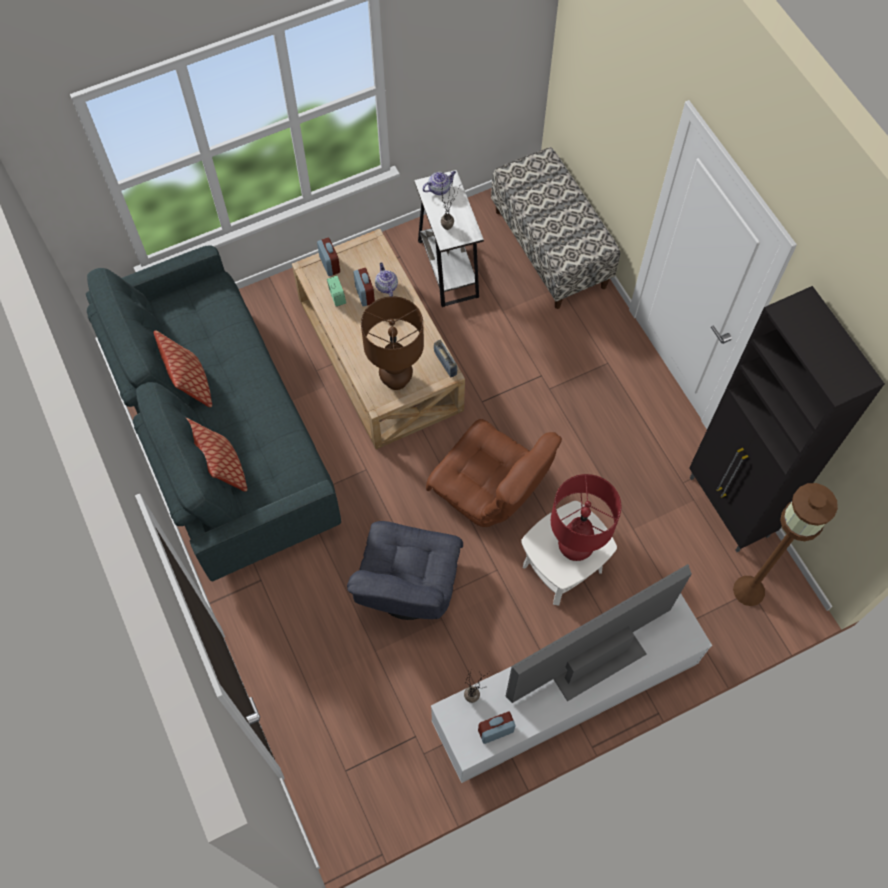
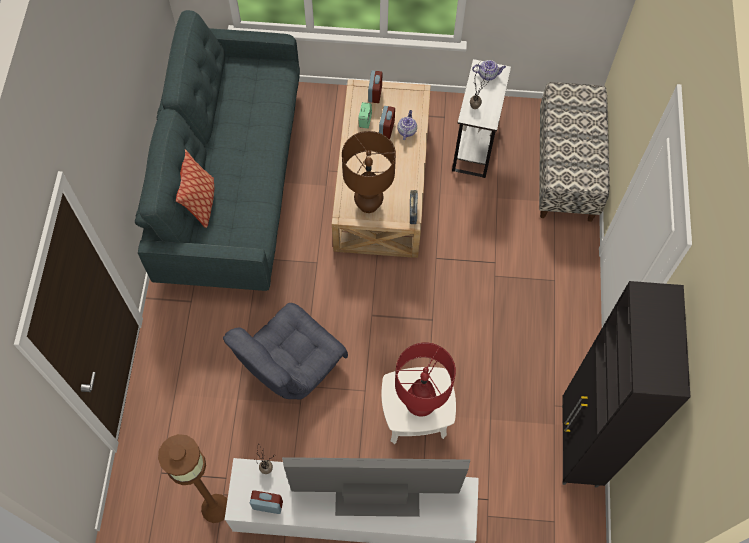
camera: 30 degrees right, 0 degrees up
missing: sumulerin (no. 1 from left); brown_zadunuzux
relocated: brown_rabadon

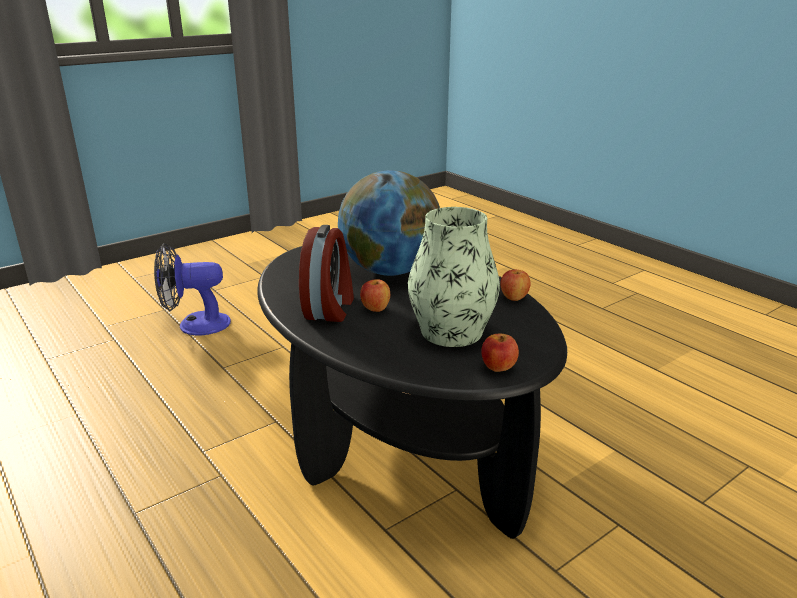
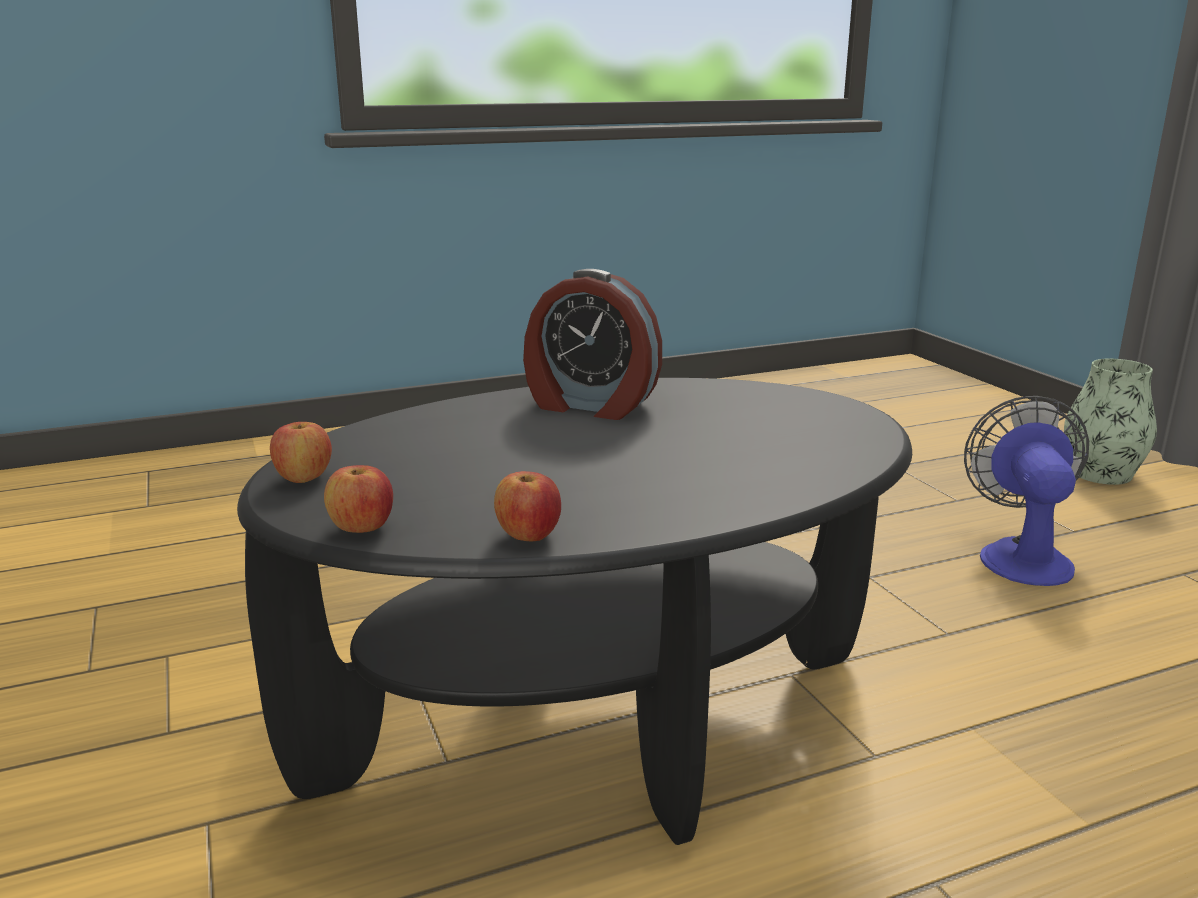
camera: 105 degrees right, 5 degrees down
missing: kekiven
relocated: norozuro; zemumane (no. 1 from left in the first image) to zemumane (no. 2 from left)

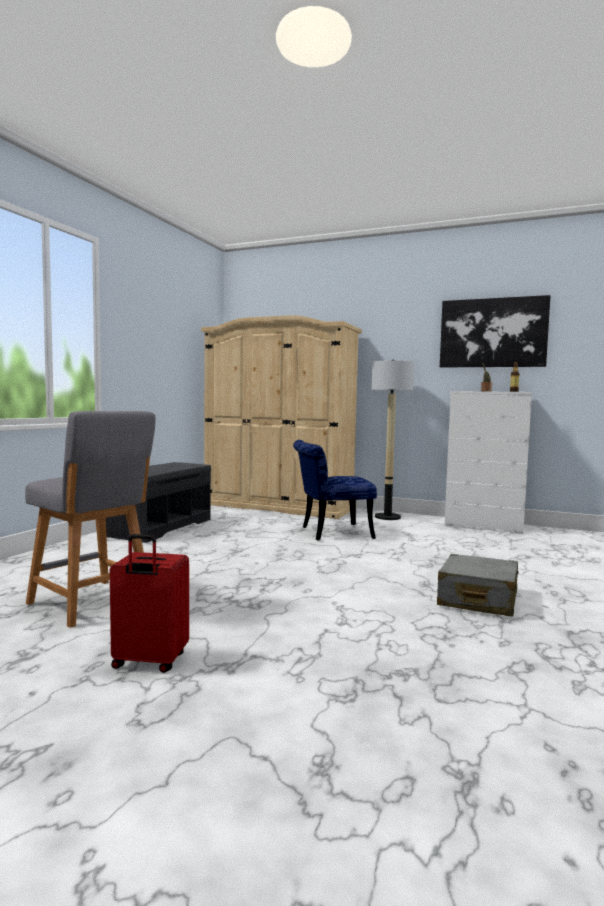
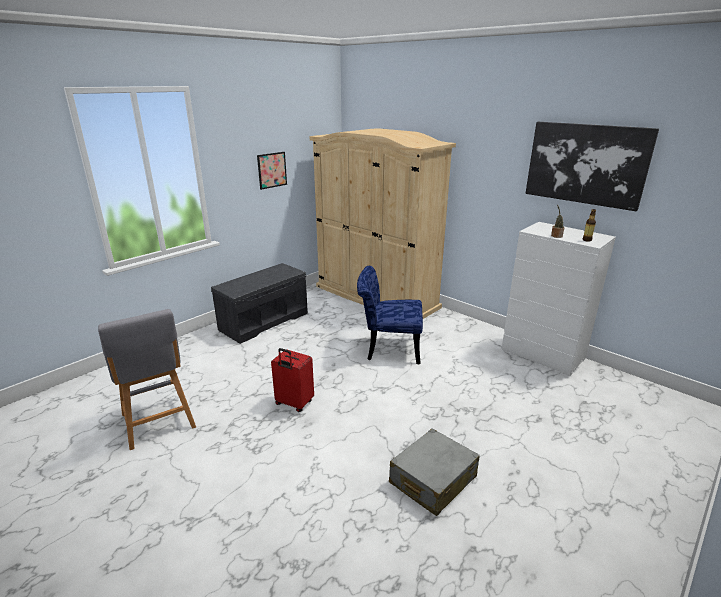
camera: 20 degrees right, 20 degrees up
missing: rabadon
appeared: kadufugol (no. 1 from left)
relocated: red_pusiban

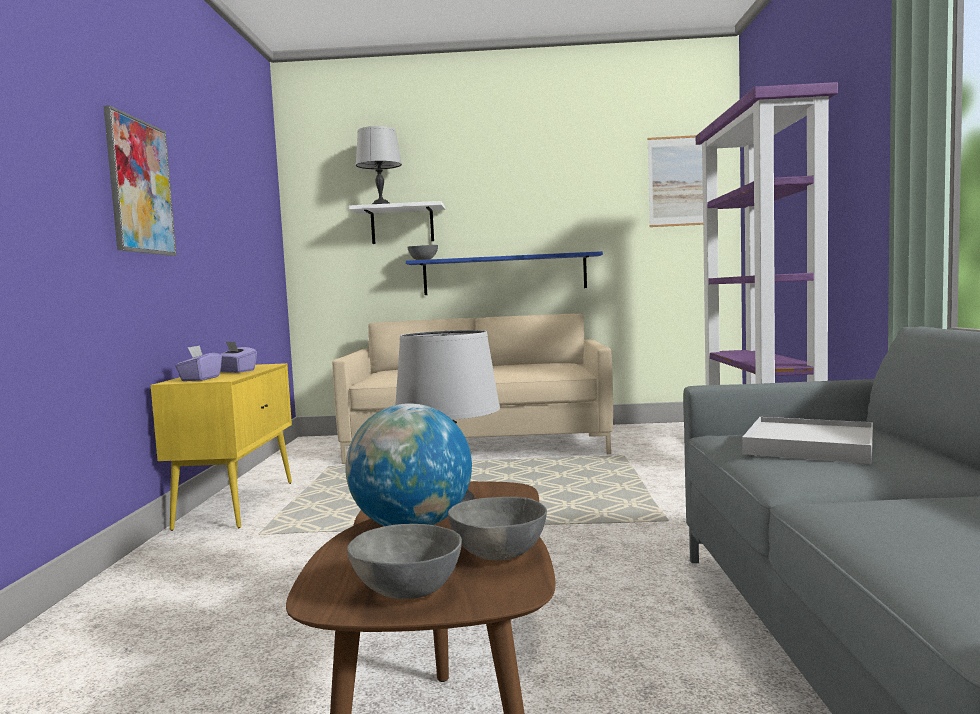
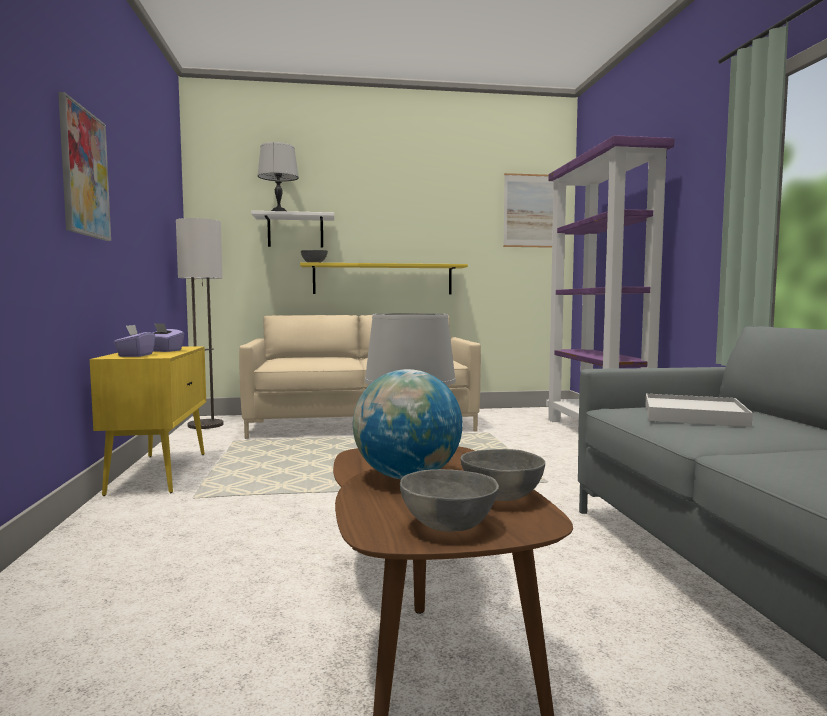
camera: 10 degrees left, 0 degrees up
appeared: rabadon
colour: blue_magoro to yellow_magoro

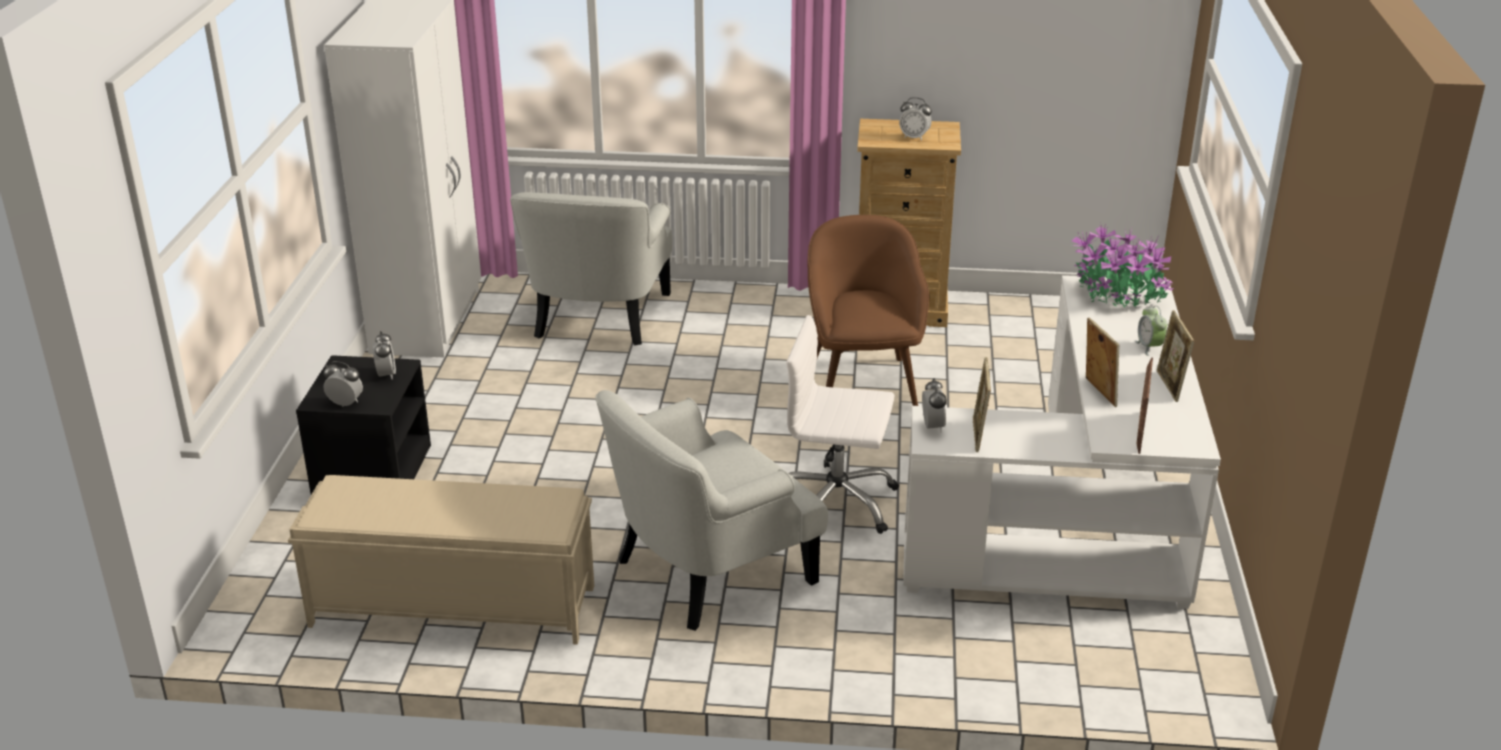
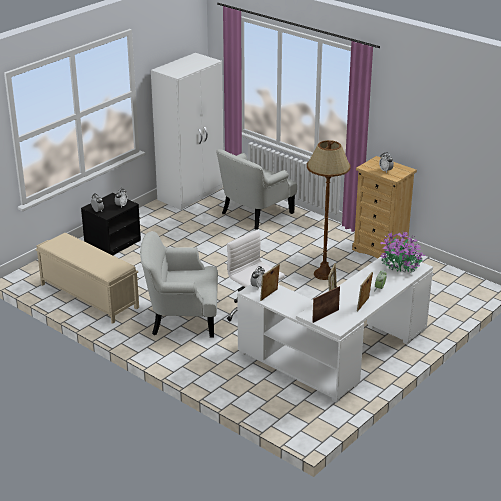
camera: 35 degrees right, 0 degrees up
exchanged: brown_zadunuzux to brown_rabadon

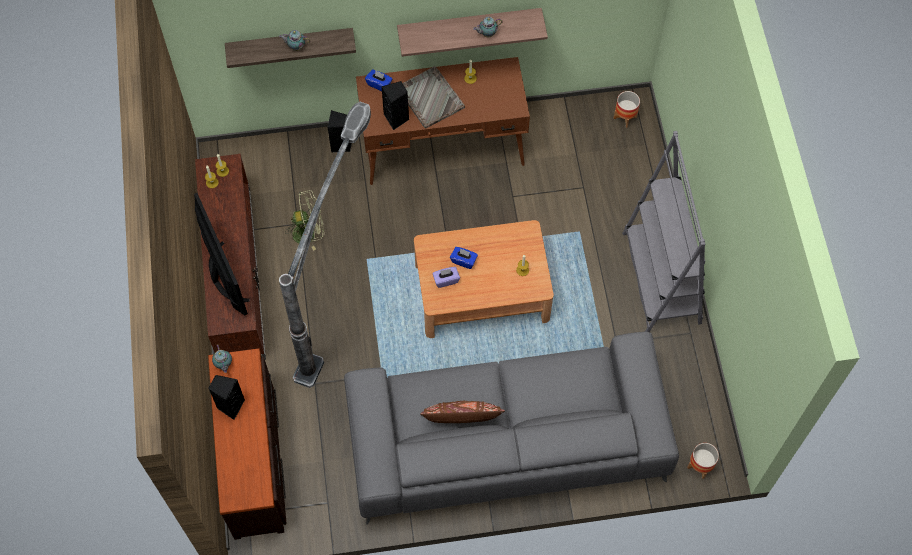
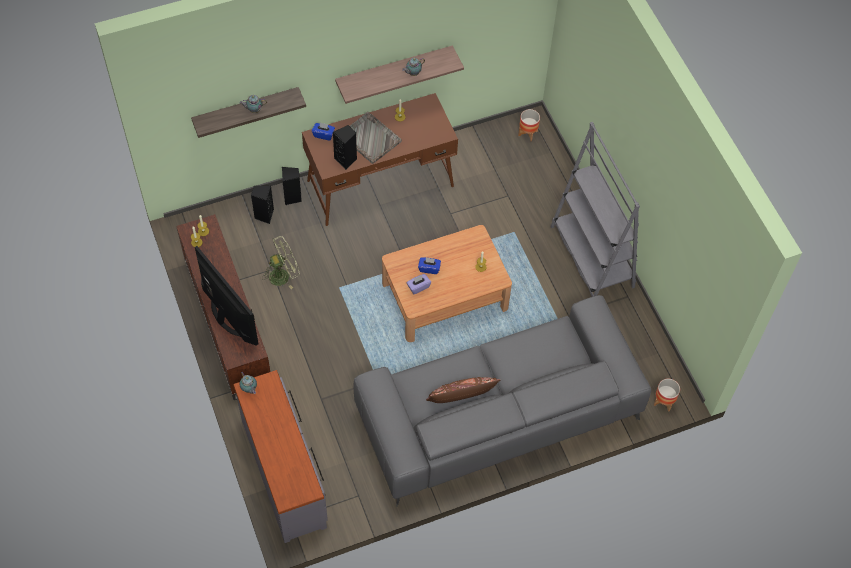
camera: 15 degrees left, 5 degrees down
missing: rabadon
relocated: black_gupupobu (no. 1 from left)
colour: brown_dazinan to grey_dazinan

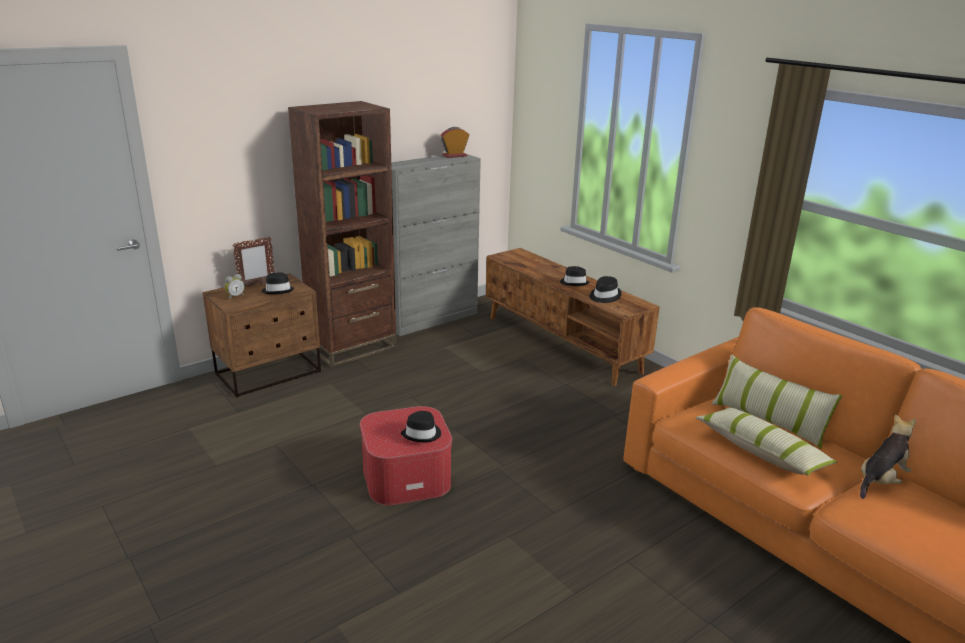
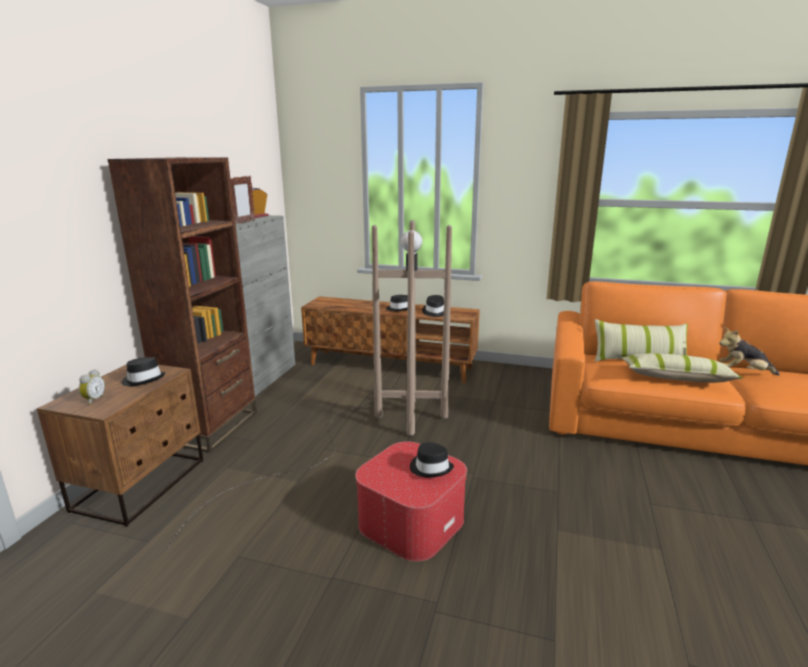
camera: 35 degrees left, 5 degrees down
appeared: brown_rabadon
relocated: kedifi
spun: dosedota 90 degrees counterclockwise

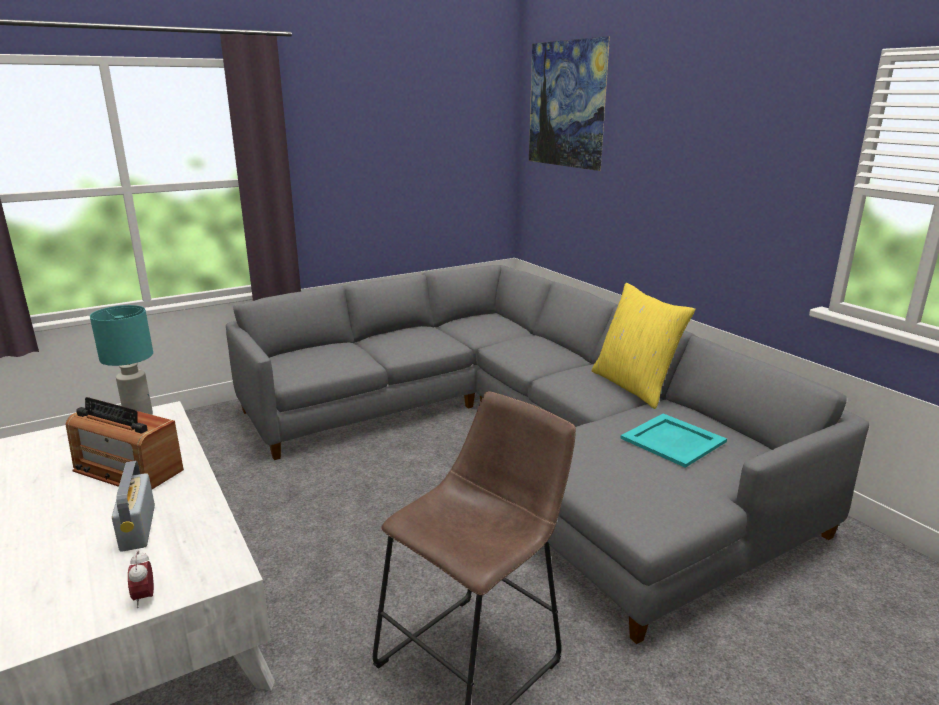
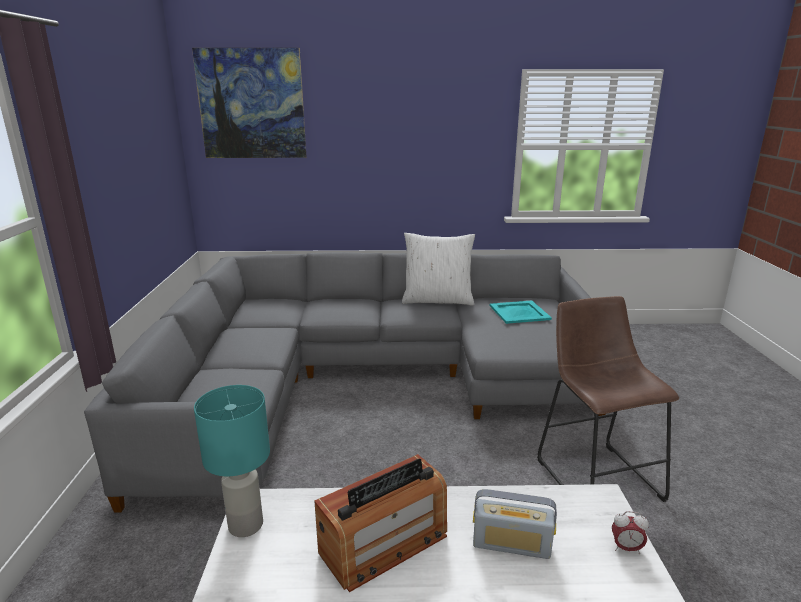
camera: 60 degrees left, 0 degrees up
colour: yellow_sumulerin to white_sumulerin

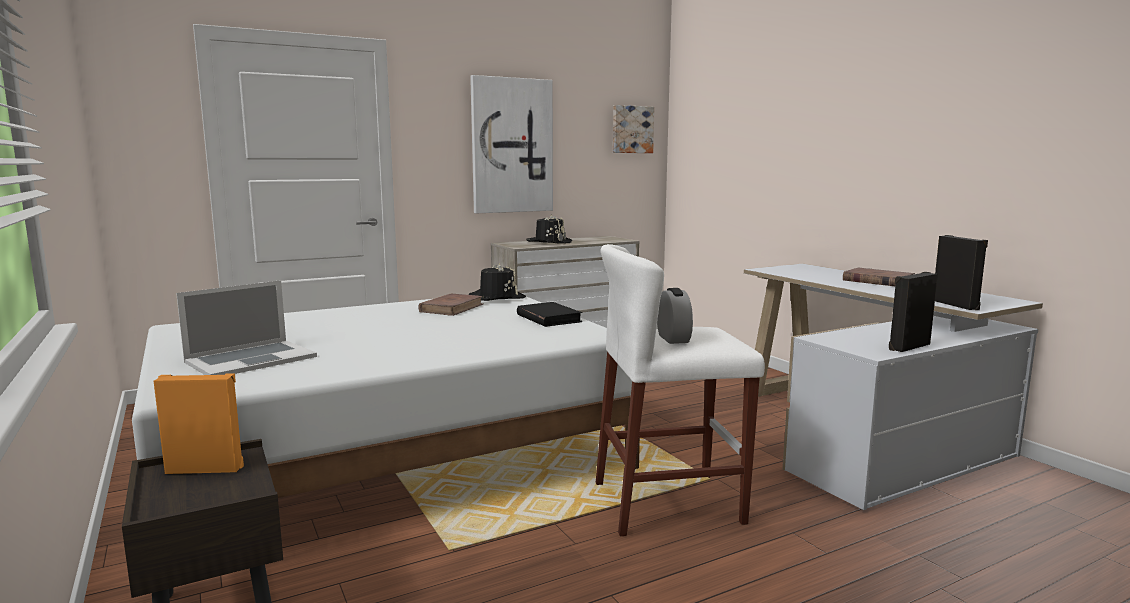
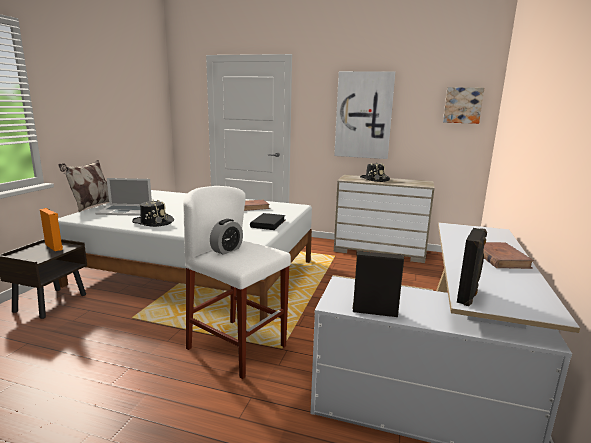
camera: 45 degrees right, 5 degrees up
appeared: sumulerin
relocated: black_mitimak (no. 1 from left)

